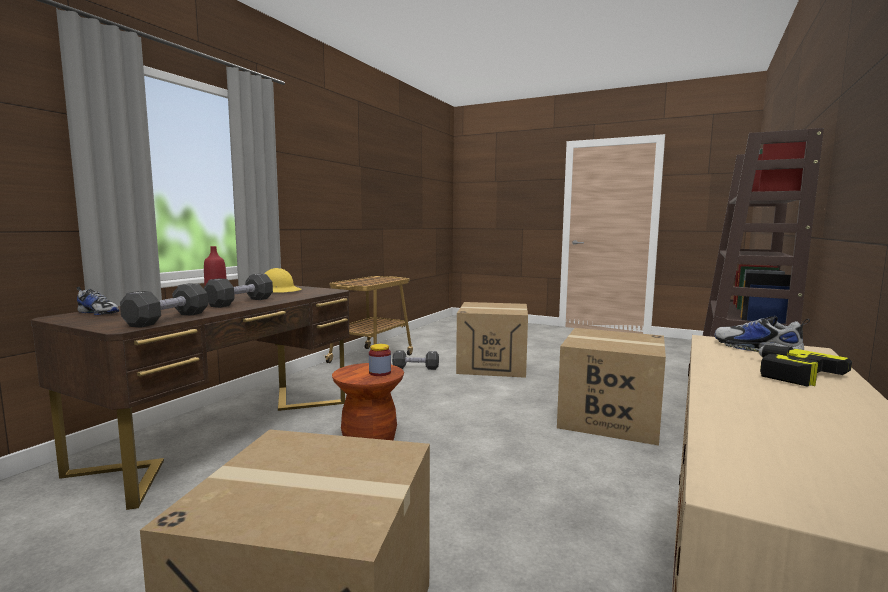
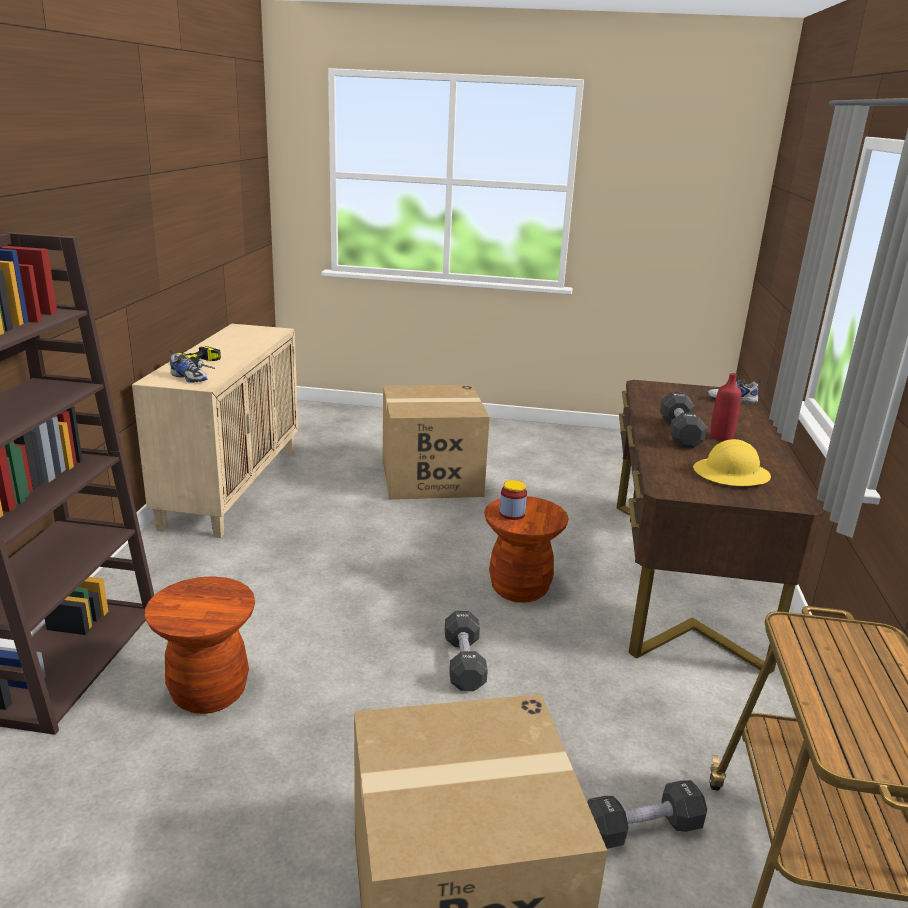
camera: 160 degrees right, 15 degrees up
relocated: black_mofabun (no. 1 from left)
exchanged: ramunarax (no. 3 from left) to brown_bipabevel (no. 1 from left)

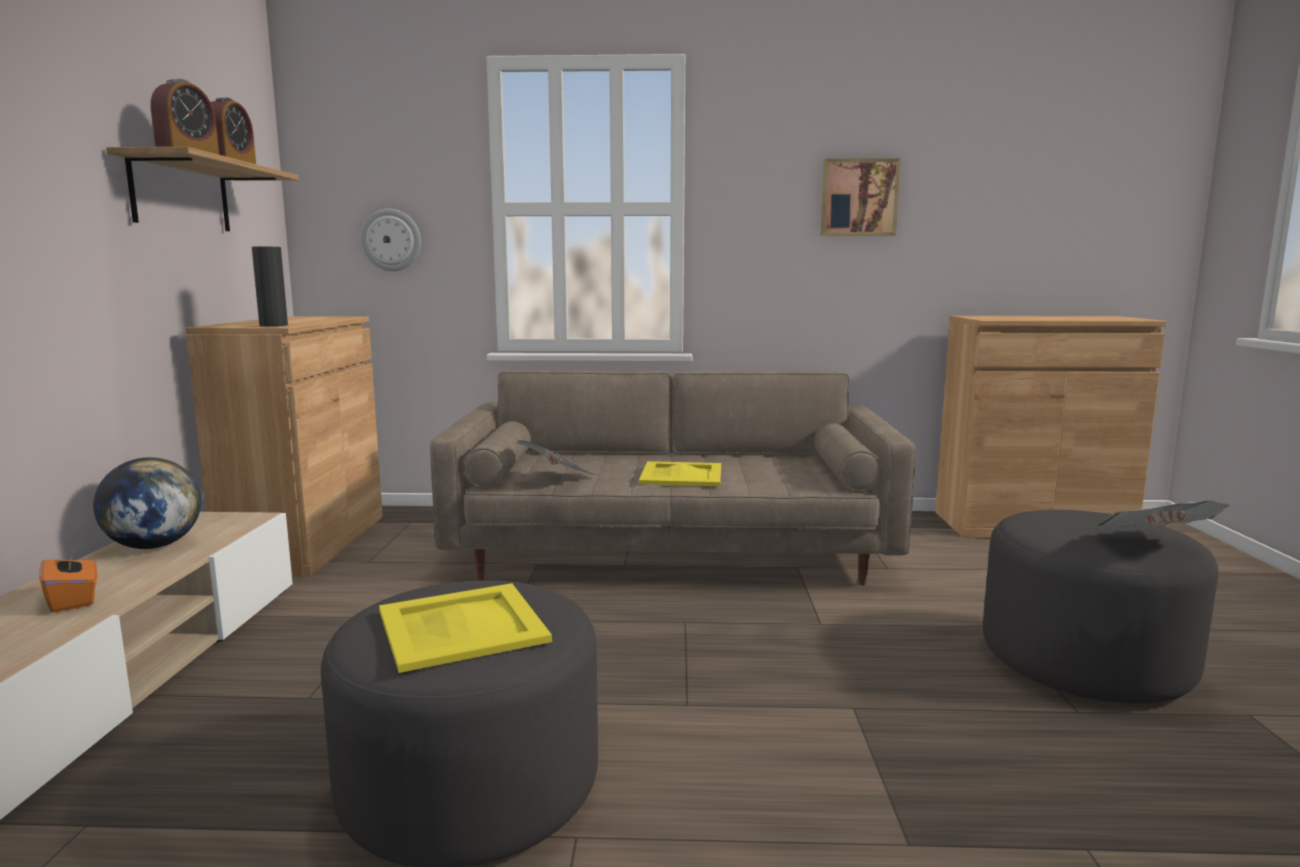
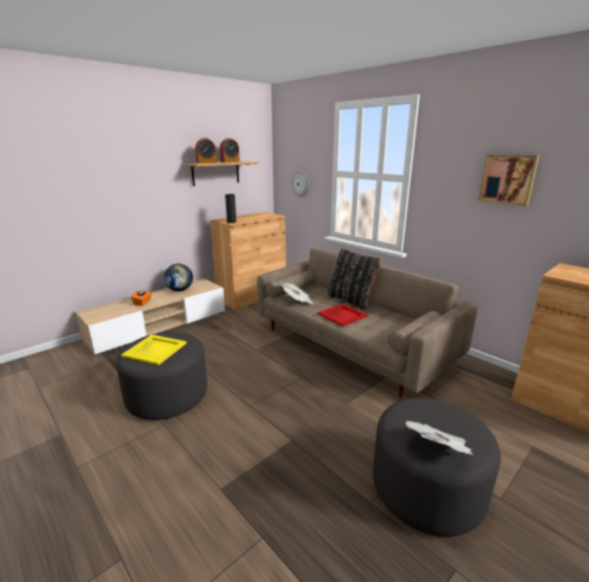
camera: 45 degrees right, 10 degrees up
appeared: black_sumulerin
colour: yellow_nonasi (no. 2 from left) to red_nonasi

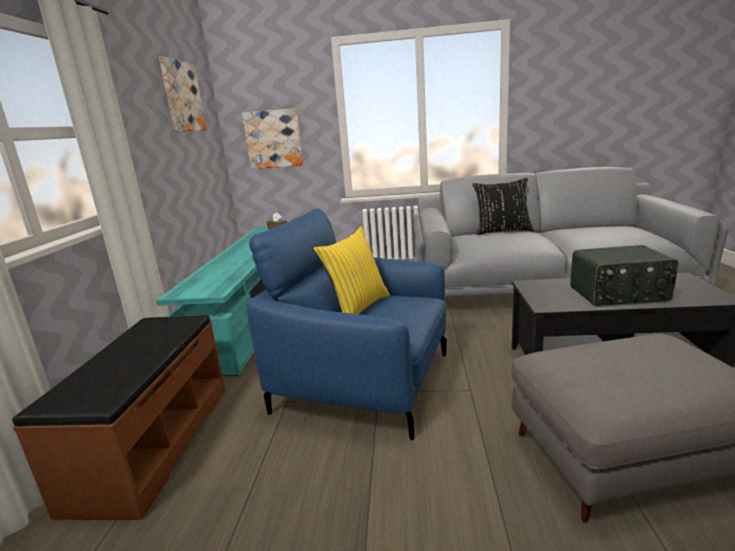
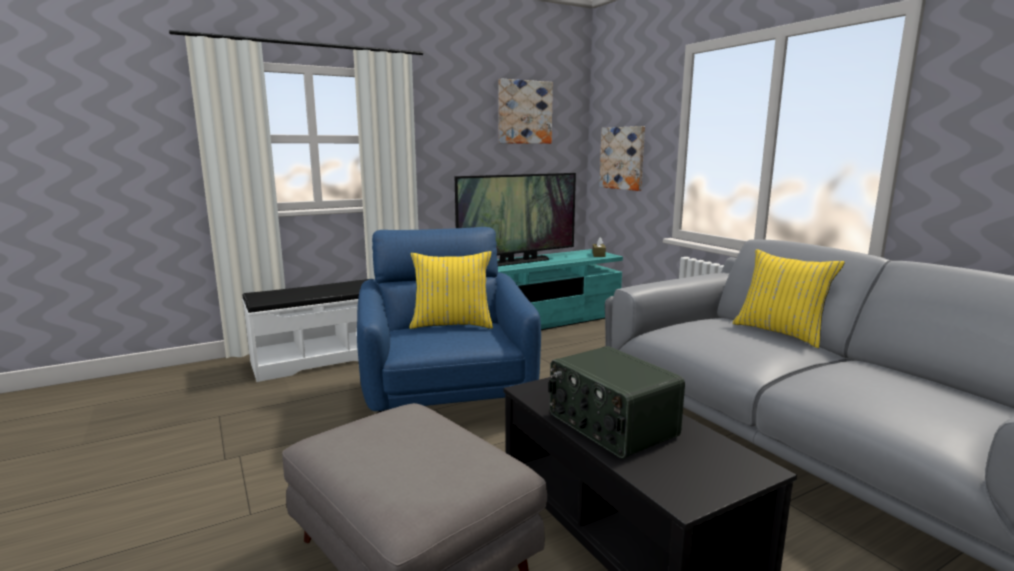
camera: 55 degrees right, 5 degrees down
appeared: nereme
colour: black_sumulerin to yellow_sumulerin (no. 2 from left); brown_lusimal to white_lusimal

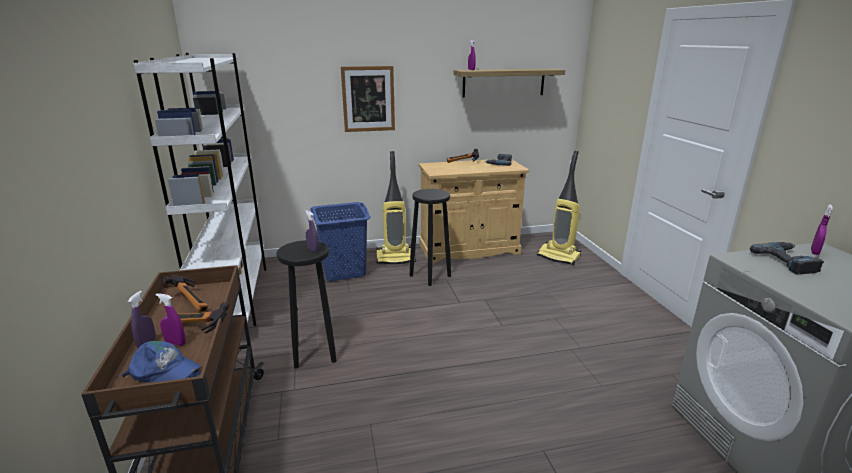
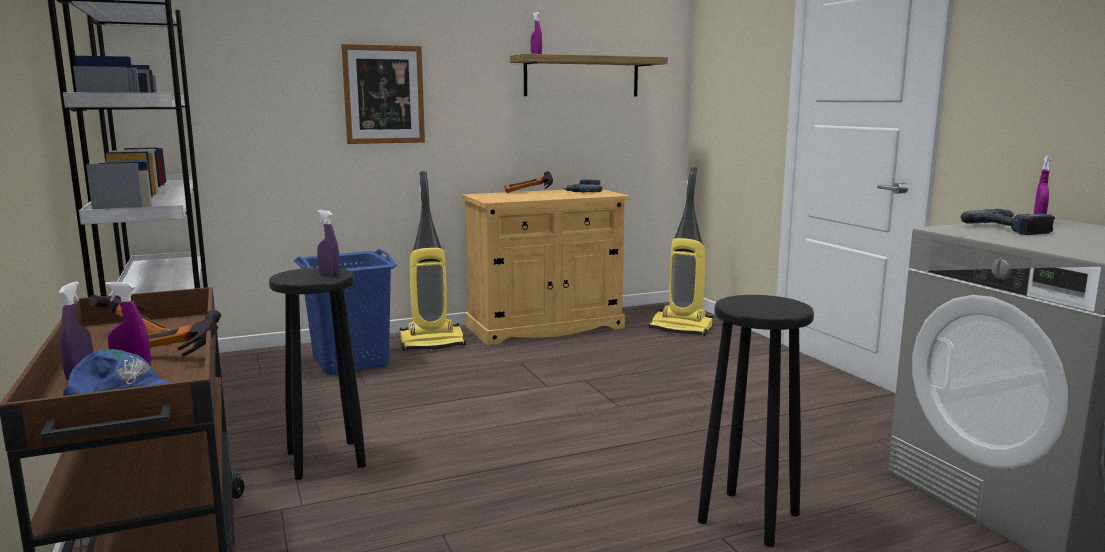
camera: 10 degrees left, 10 degrees down
relocated: black_bipabevel (no. 2 from left)

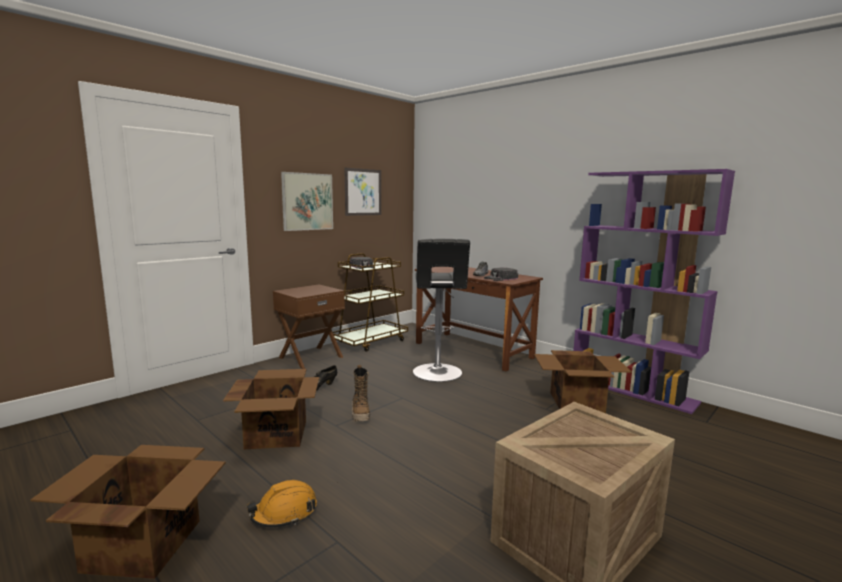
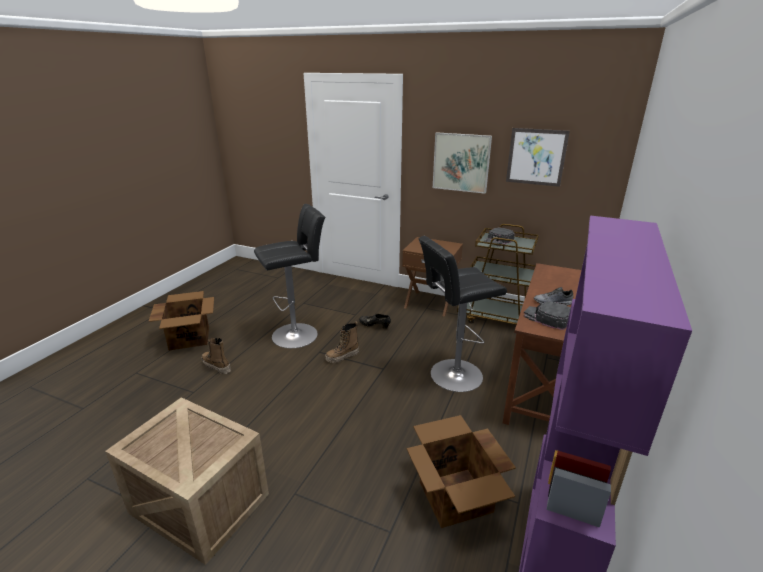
camera: 70 degrees right, 15 degrees up
exchanged: ramunarax (no. 2 from left) to black_bipabevel (no. 1 from left); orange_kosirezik to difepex (no. 1 from left)

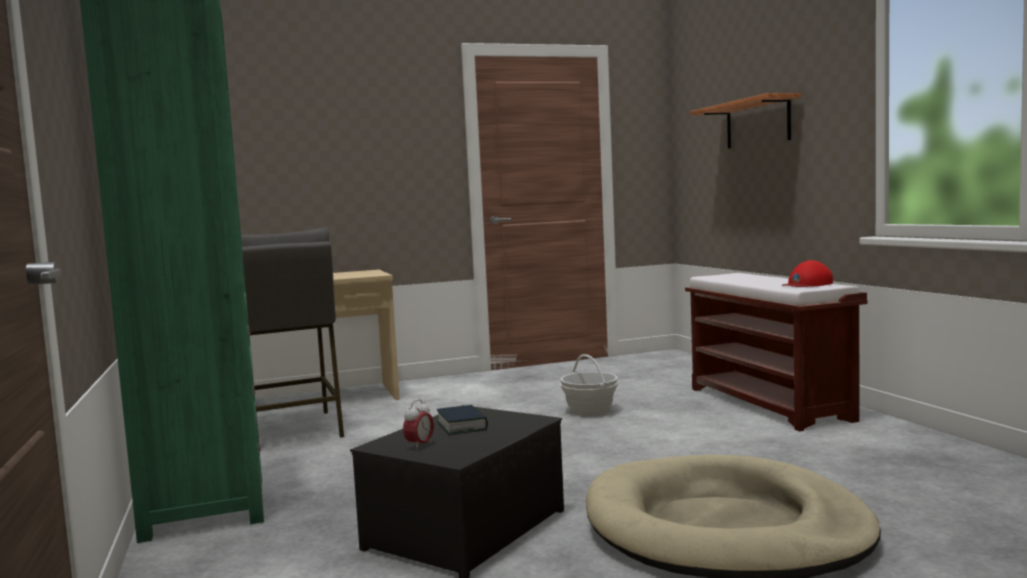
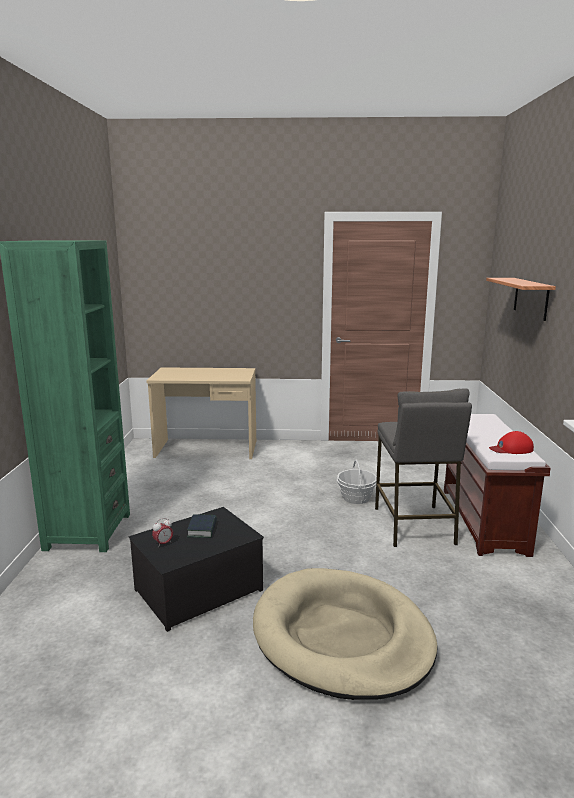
camera: 20 degrees right, 10 degrees up
relocated: grey_bipabevel

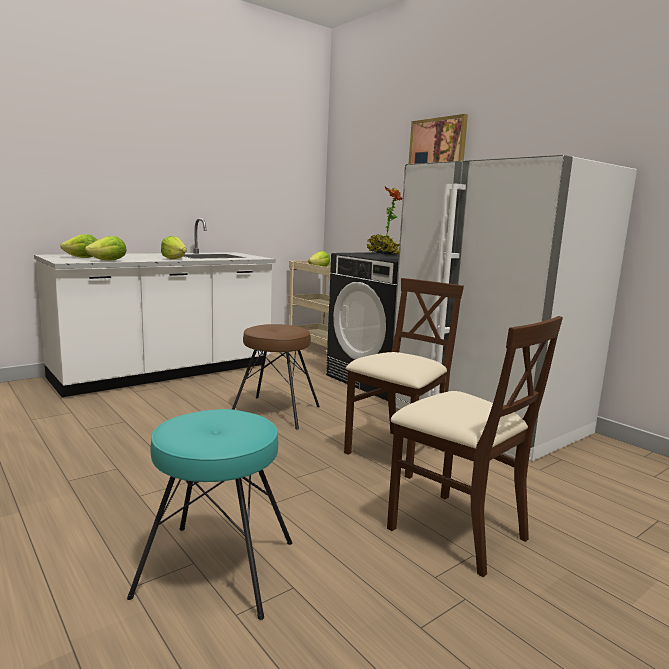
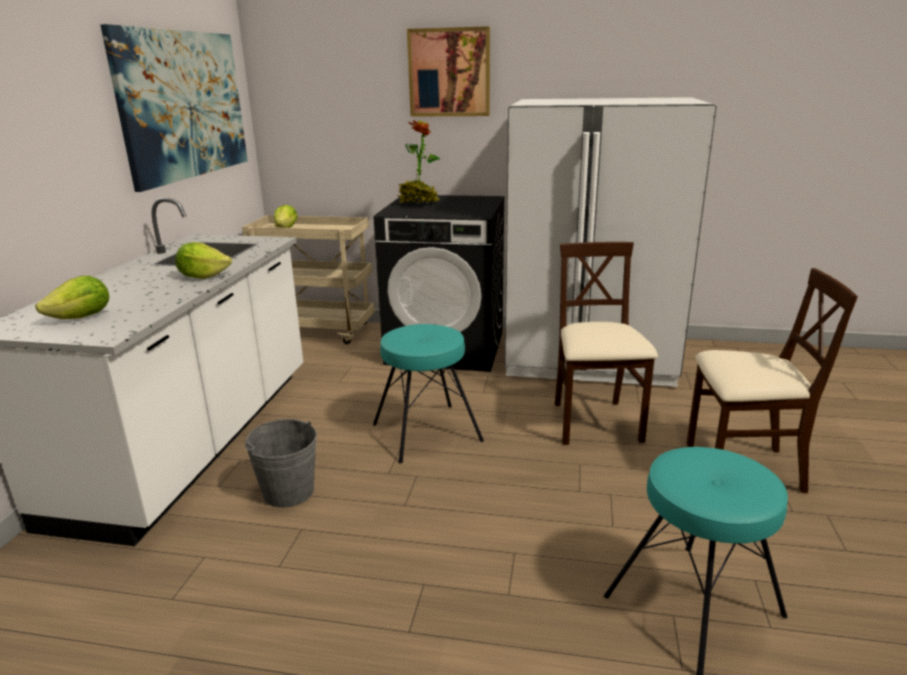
camera: 40 degrees left, 10 degrees up
missing: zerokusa (no. 2 from left)
appeared: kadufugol (no. 1 from left); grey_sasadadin
colour: brown_bipabevel to turquoise_bipabevel (no. 1 from left)

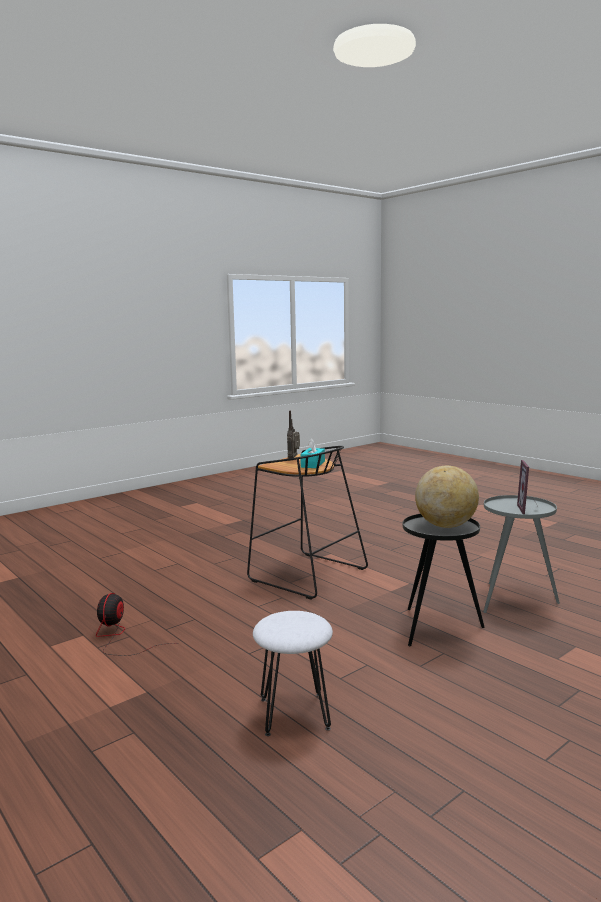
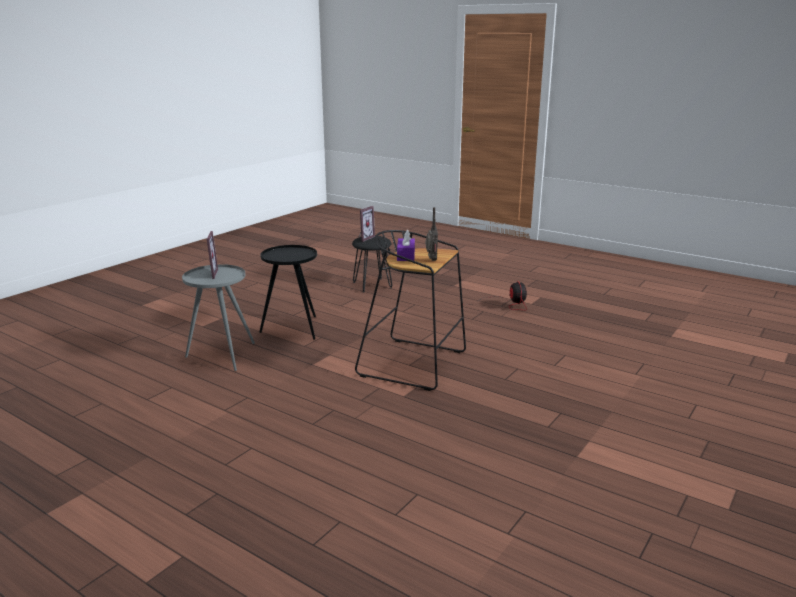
camera: 165 degrees right, 10 degrees up
missing: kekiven
appeared: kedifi (no. 2 from left)
colour: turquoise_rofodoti to purple_rofodoti; white_bipabevel to black_bipabevel (no. 1 from left)

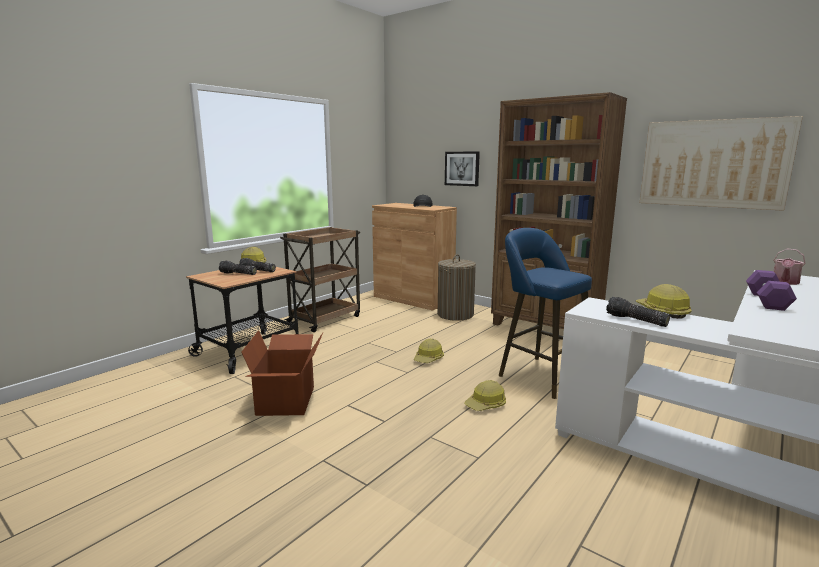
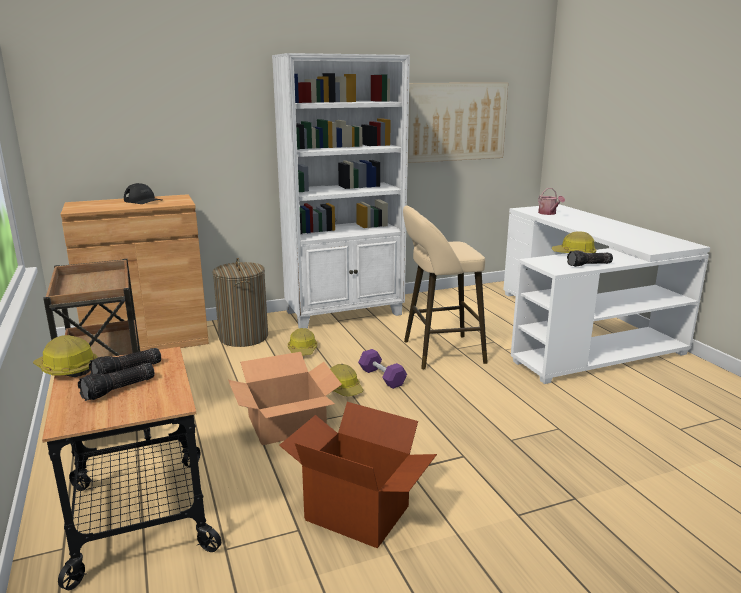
camera: 60 degrees left, 5 degrees up
missing: kadufugol (no. 1 from left)
appeared: ramunarax (no. 1 from left)
relocated: purple_mofabun; kosirezik (no. 3 from left in the first image) to kosirezik (no. 2 from left)
colour: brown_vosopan to white_vosopan; blue_bipabevel to beige_bipabevel

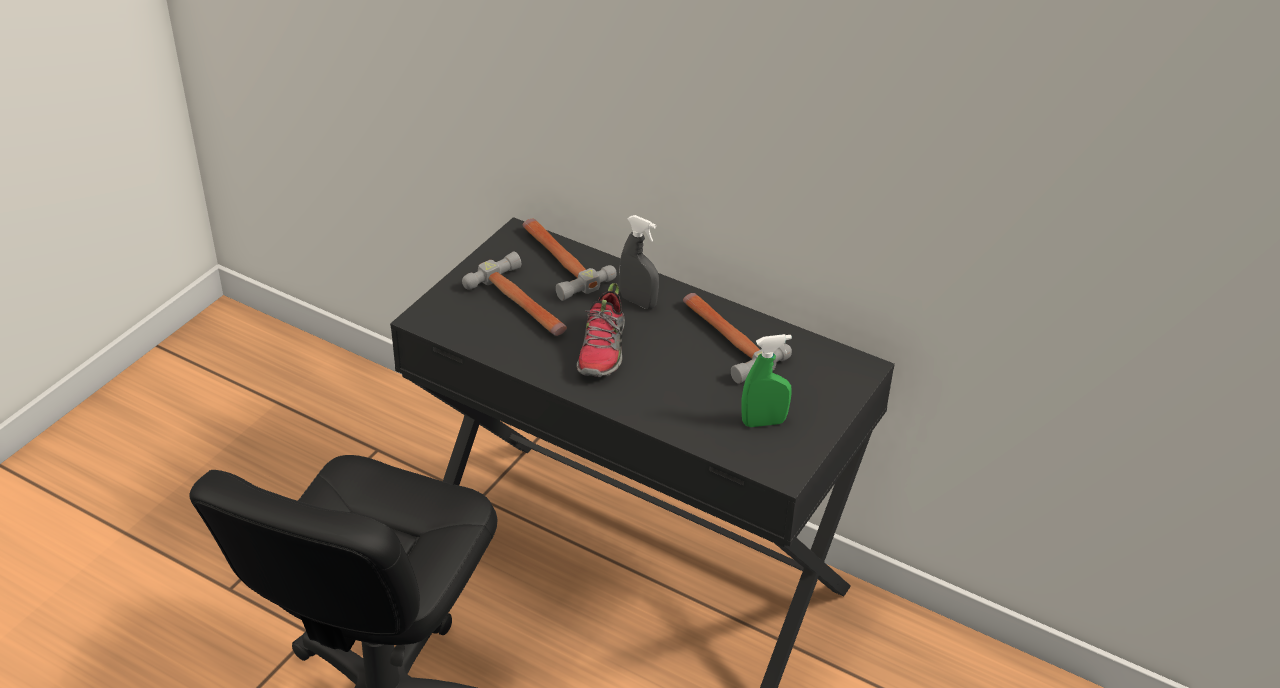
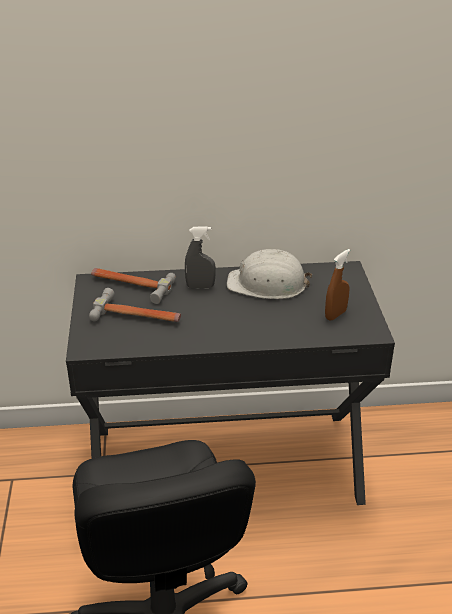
camera: 35 degrees left, 5 degrees down
missing: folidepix
exchanged: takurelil (no. 3 from left) to white_kosirezik
colour: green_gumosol to brown_gumosol

